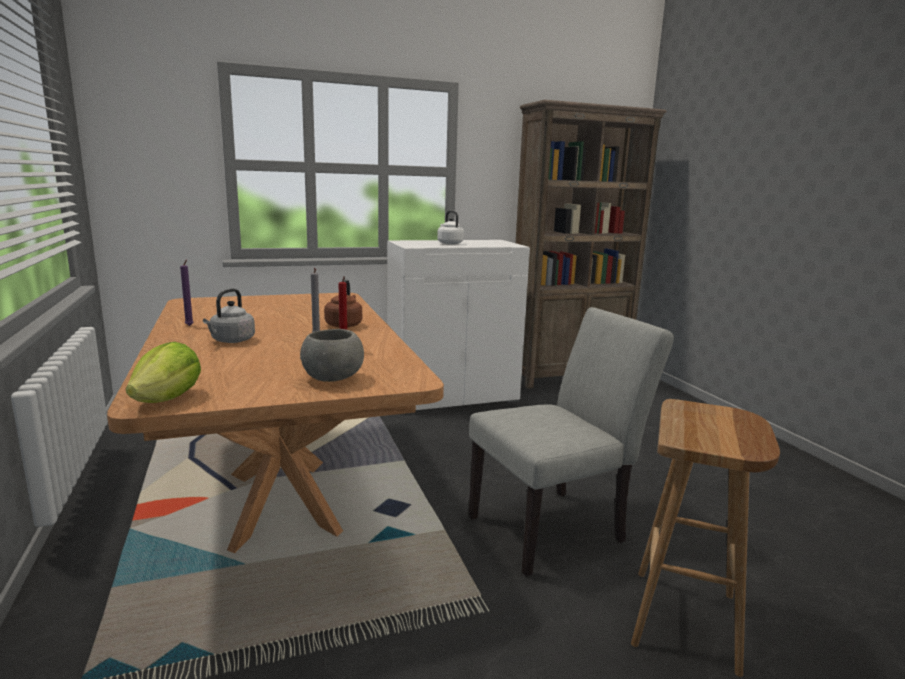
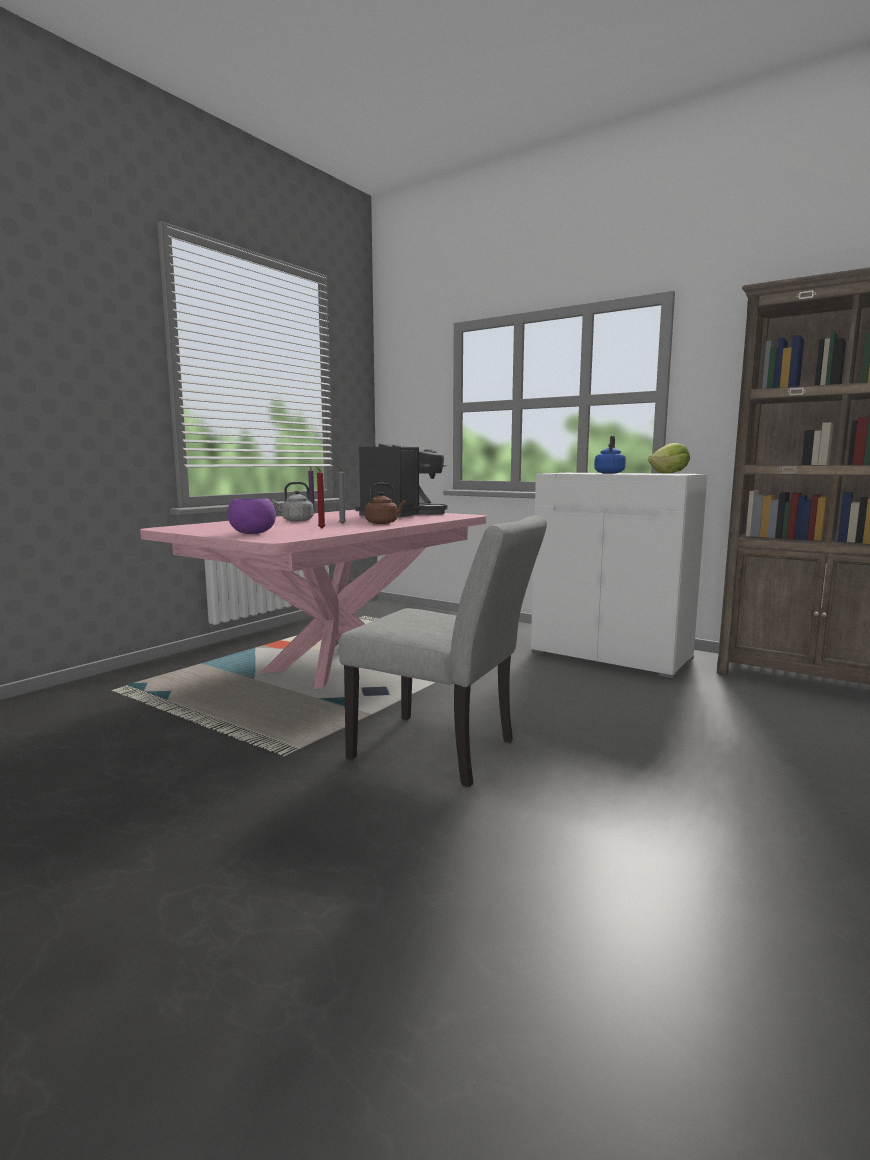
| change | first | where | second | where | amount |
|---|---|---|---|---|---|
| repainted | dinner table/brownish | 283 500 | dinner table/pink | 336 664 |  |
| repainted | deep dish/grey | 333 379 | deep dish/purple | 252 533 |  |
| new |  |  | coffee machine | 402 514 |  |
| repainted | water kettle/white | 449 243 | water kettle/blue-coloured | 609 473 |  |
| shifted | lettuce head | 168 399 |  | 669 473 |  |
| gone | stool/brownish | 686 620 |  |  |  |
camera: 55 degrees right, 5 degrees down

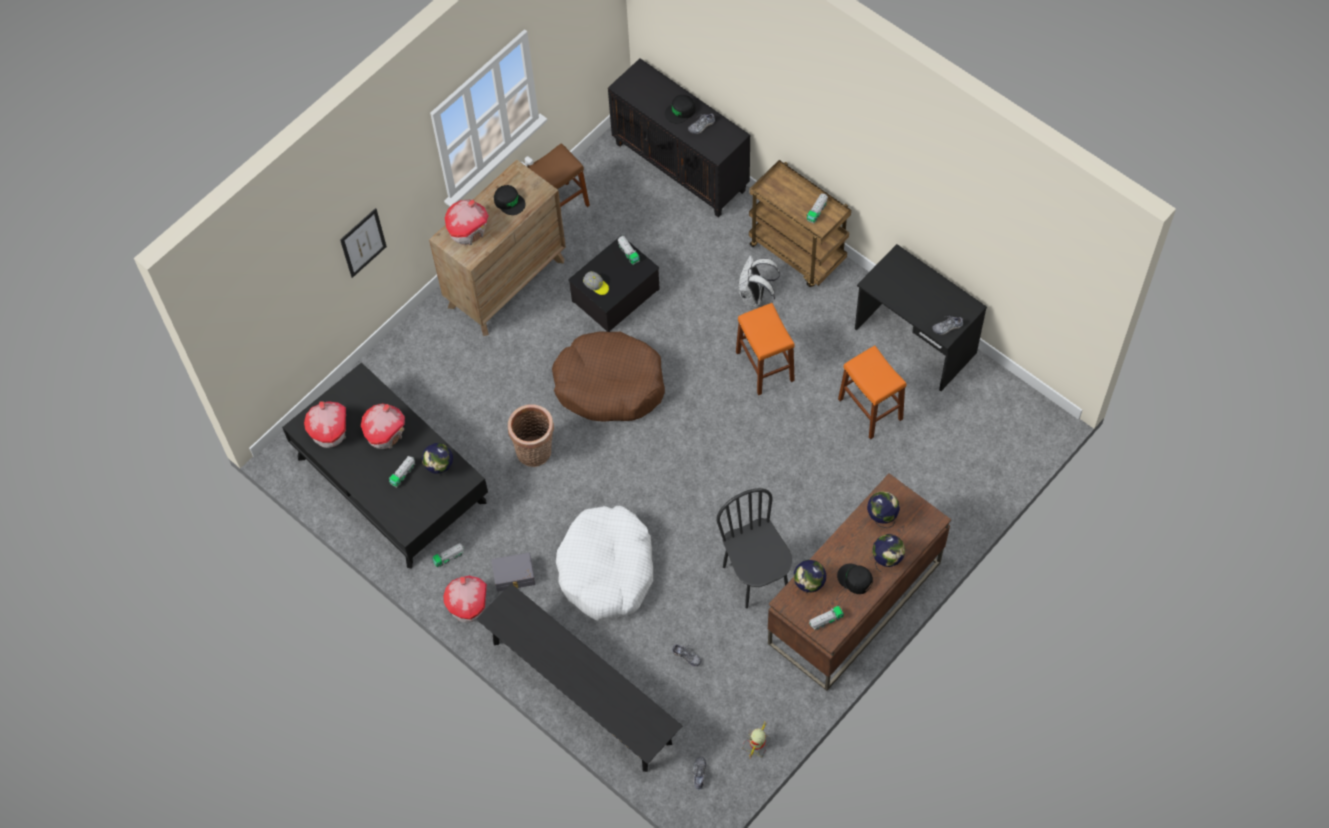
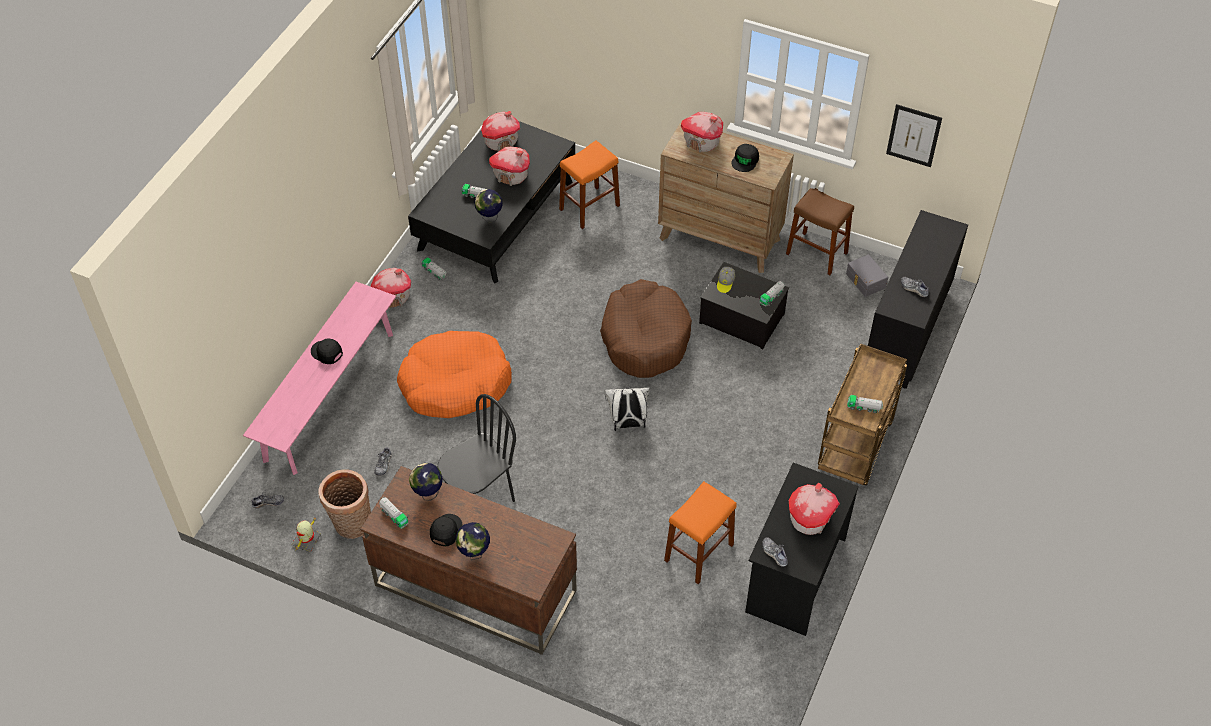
| change | first | where | second | where | amount |
|---|---|---|---|---|---|
| repainted | bench/black-coloured | 581 692 | bench/pink | 329 395 |  |
| rotated | toy robot | 756 744 |  | 307 541 | 75 degrees counterclockwise |
| shifted | cap/black-coloured | 680 111 |  | 327 352 |  |
| shifted | storage basket | 535 453 |  | 351 525 |  |
| repainted | dog bed/white | 607 569 | dog bed/orangey | 455 383 |  |
| shifted | stool/orangey | 765 366 |  | 589 207 |  |
| shifted | backpack/white | 755 297 |  | 627 424 |  |
| new |  |  | miniature house | 810 519 |  |
| shifted | storage container/grey | 514 576 |  | 865 281 |  |
| shifted | wall art | 363 242 |  | 913 135 |  |
| gone | desk globe | 881 518 |  |  |  |
camera: 70 degrees right, 10 degrees down

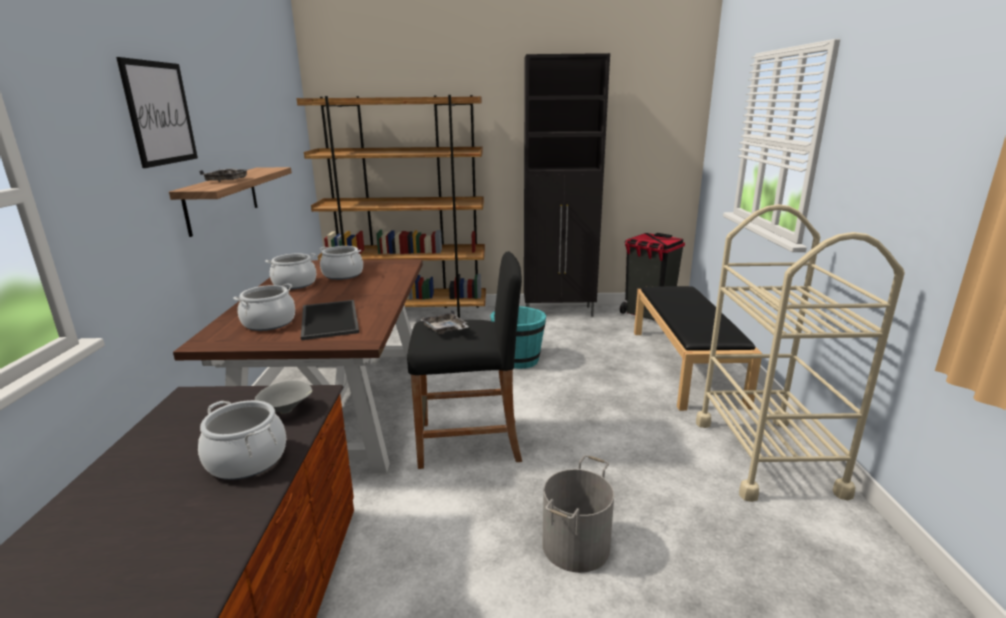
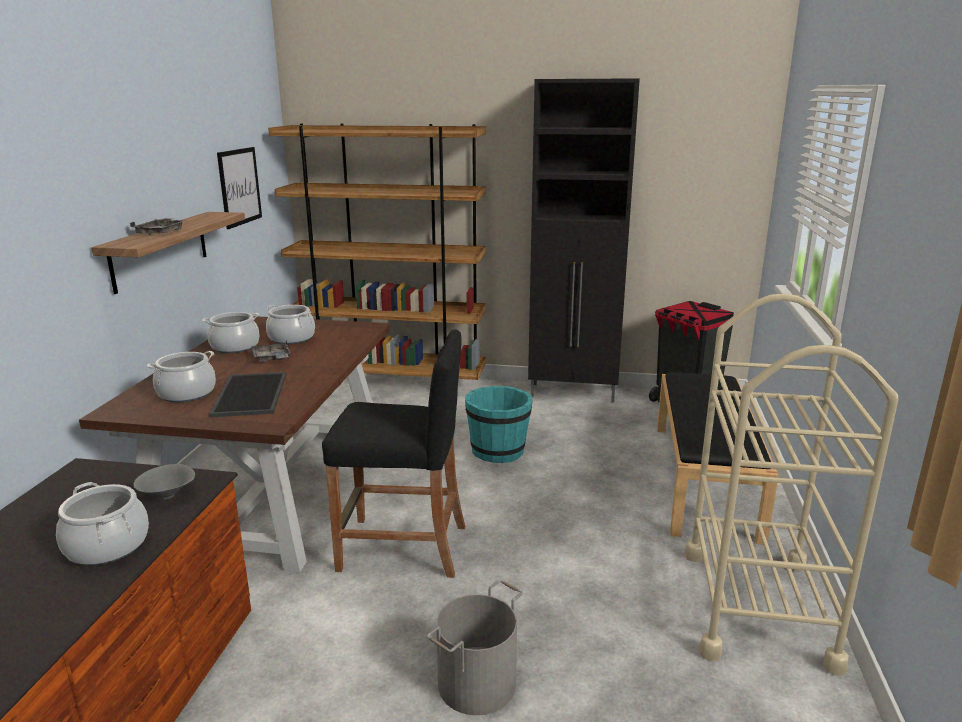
| change | first | where | second | where | amount |
|---|---|---|---|---|---|
| shifted | wall art | 160 113 |  | 239 186 |  |
| shifted | serving tray/grey | 445 330 |  | 272 359 |  |
camera: 10 degrees right, 0 degrees up

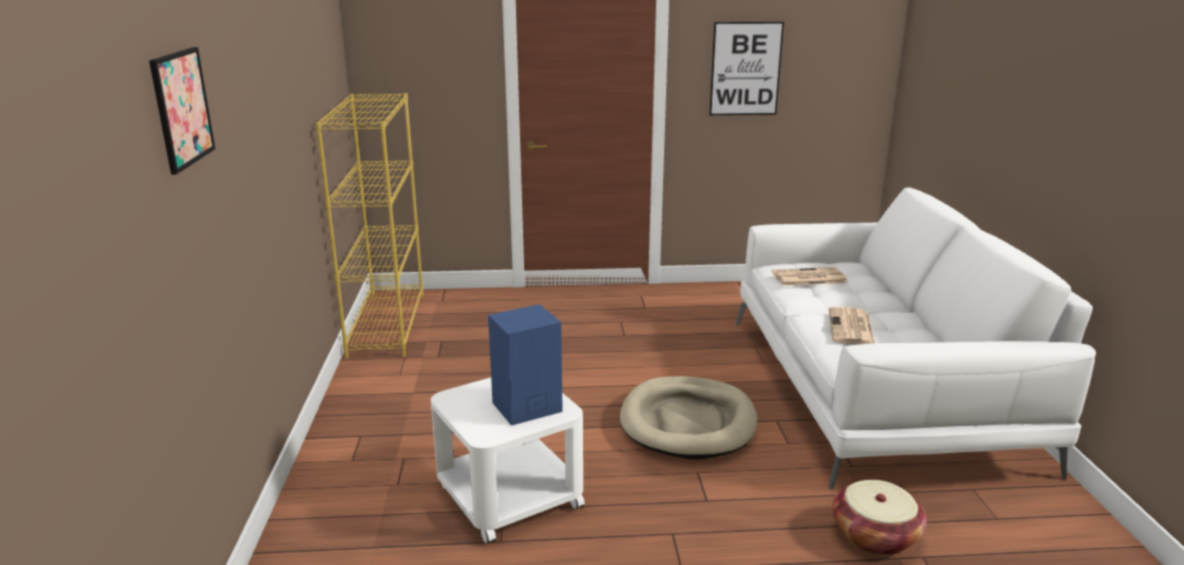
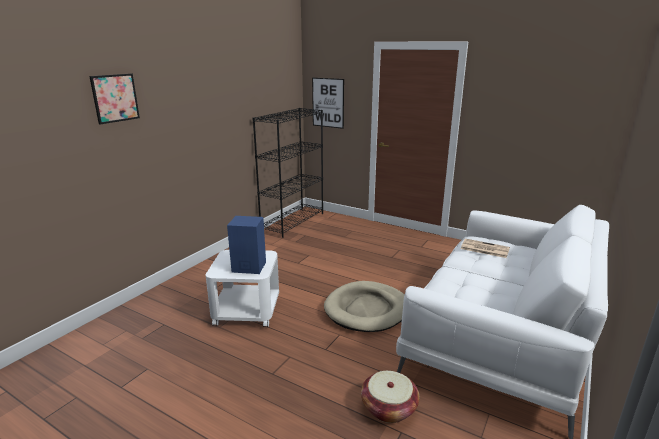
| change | first | where | second | where | amount |
|---|---|---|---|---|---|
| repainted | bookcase/yellowish | 386 324 | bookcase/black-coloured | 293 222 |  |
| shifted | wall art | 745 69 |  | 328 103 |  |
| gone | daily paper | 851 328 |  |  |  |
camera: 35 degrees right, 0 degrees up

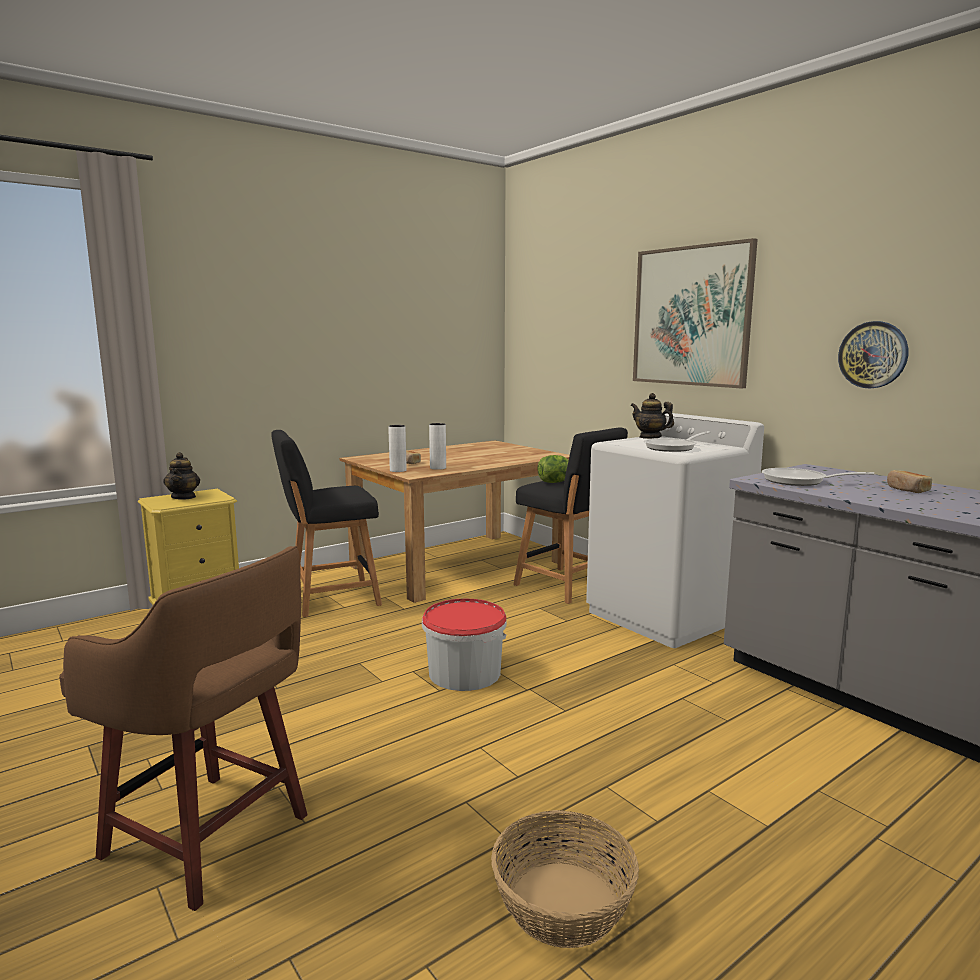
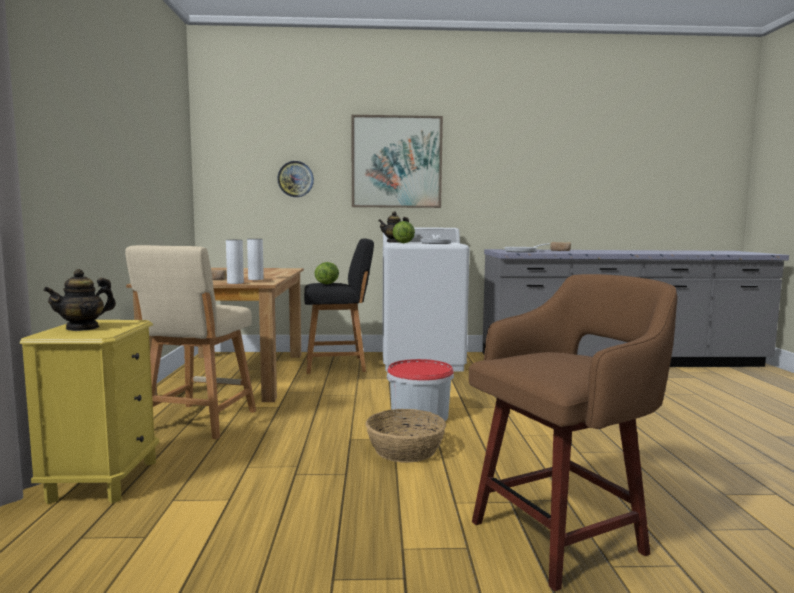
| change | first | where | second | where | amount |
|---|---|---|---|---|---|
| rotated | pot for tea | 184 497 |  | 83 328 | 105 degrees clockwise |
| repainted | stool/black-coloured | 330 598 | stool/sand-coloured | 198 423 |  |
| shifted | hanging clock | 873 355 |  | 295 179 |  |
| shifted | storage basket | 563 902 |  | 405 450 |  |
| new |  |  | lettuce head | 403 243 |  |
camera: 55 degrees left, 5 degrees down

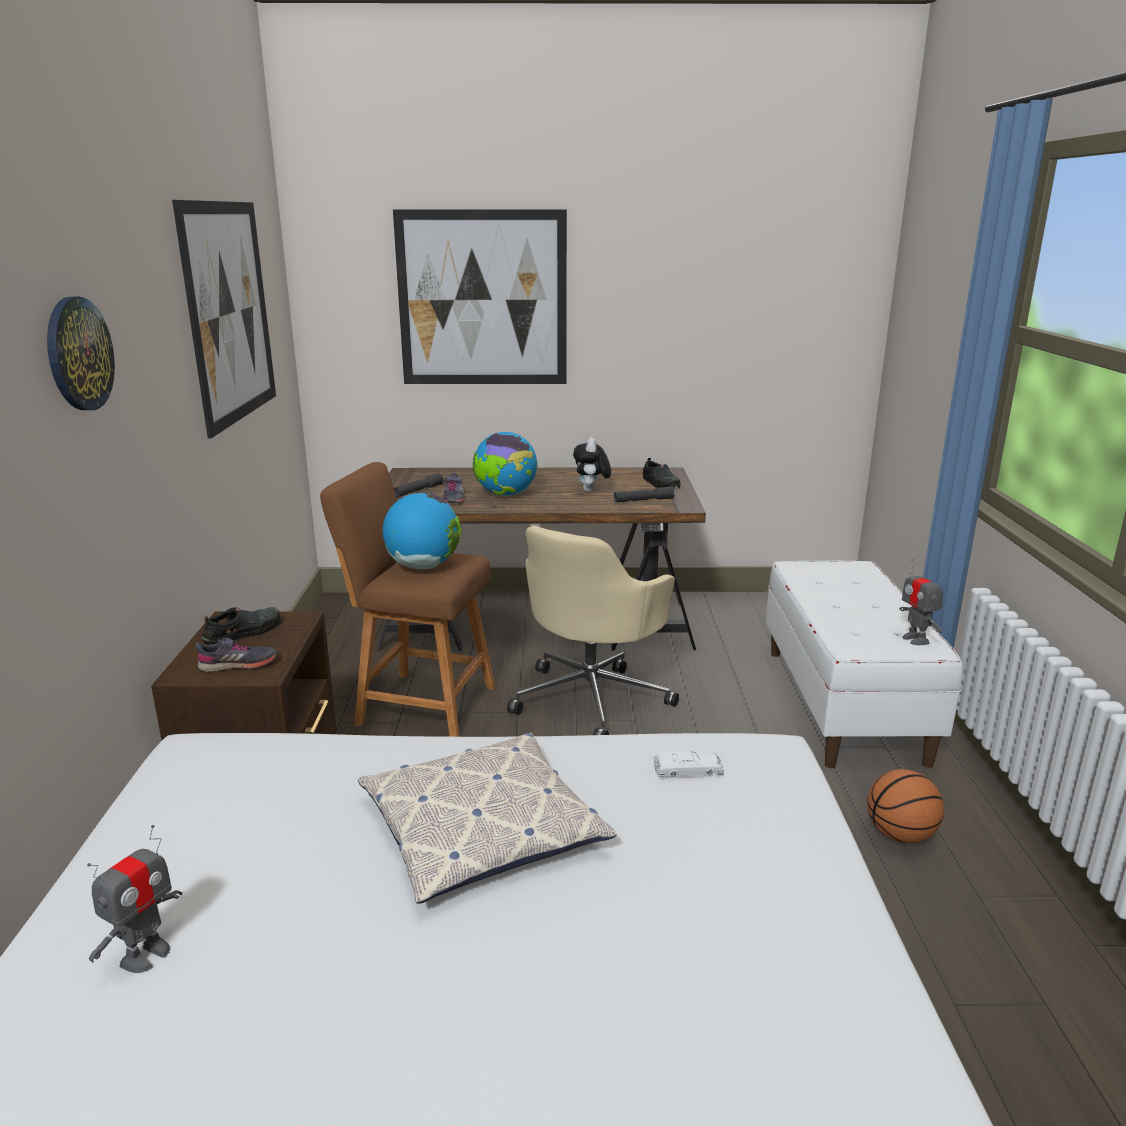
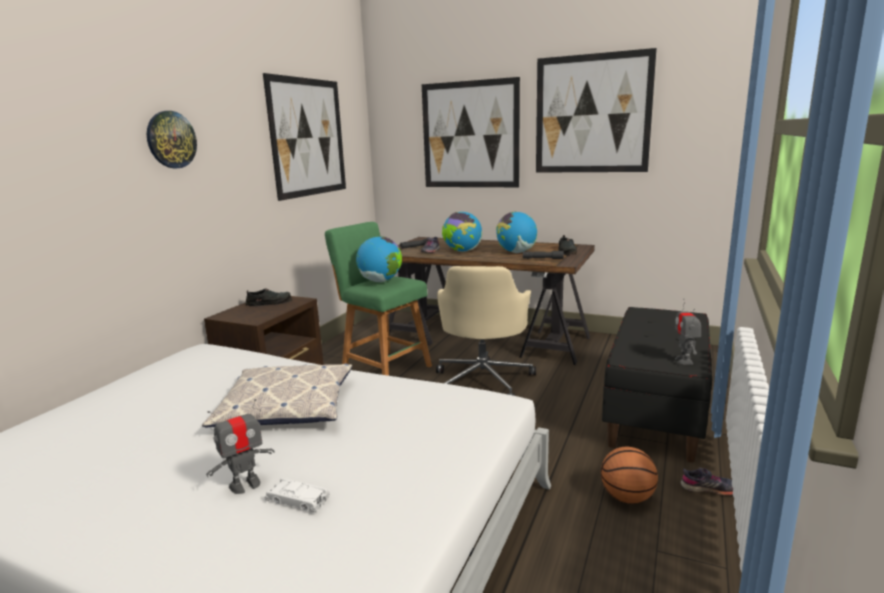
| change | first | where | second | where | amount |
|---|---|---|---|---|---|
| shifted | toy robot | 146 955 |  | 245 485 |  |
| shifted | toy car/white | 688 769 |  | 297 499 |  |
| repainted | stool/brownish | 420 704 | stool/green-coloured | 383 368 |  |
| rotated | desk chair/sand-coloured | 592 698 |  | 483 380 | 45 degrees counterclockwise |
| swapped | plush toy | 591 491 | desk globe | 516 252 |  |
| new |  |  | wall art | 592 114 |  |
| repainted | bench/white | 844 704 | bench/black-coloured | 656 411 |  |
| shifted | low shoe/grey | 238 665 |  | 709 489 |  |
camera: 25 degrees right, 5 degrees down

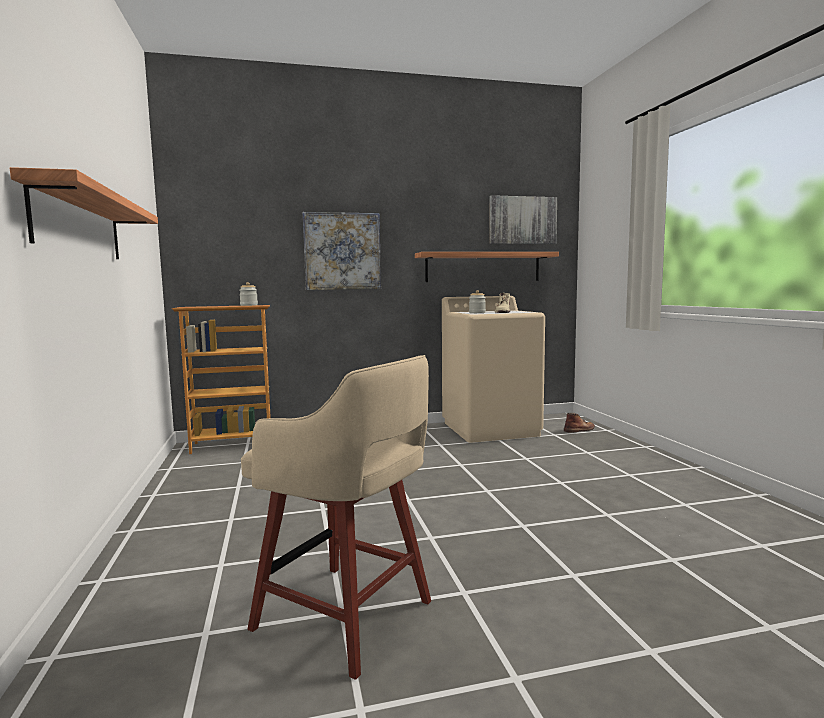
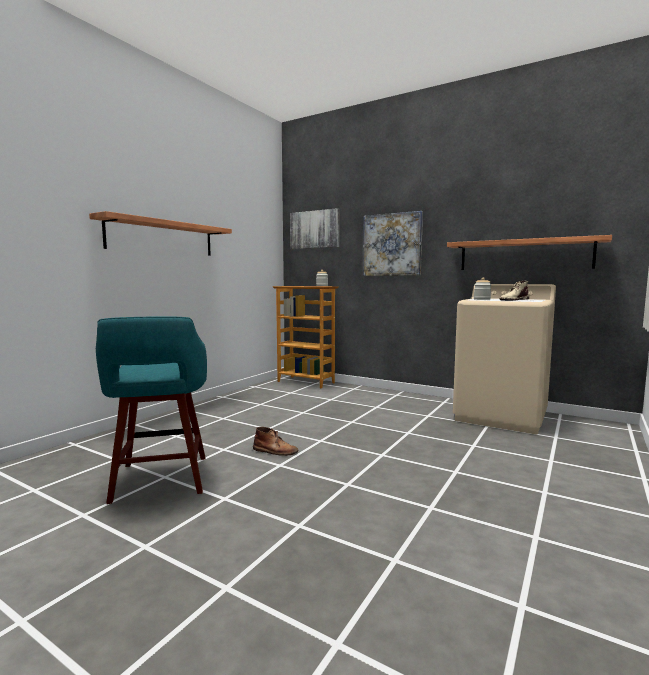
| change | first | where | second | where | amount |
|---|---|---|---|---|---|
| repainted | stool/sand-coloured | 347 617 | stool/turquoise-coloured | 160 480 |  |
| shifted | high-top boot/brownish | 580 429 |  | 275 451 |  |
| shifted | wall art | 522 220 |  | 314 229 |  |
camera: 45 degrees right, 0 degrees up

